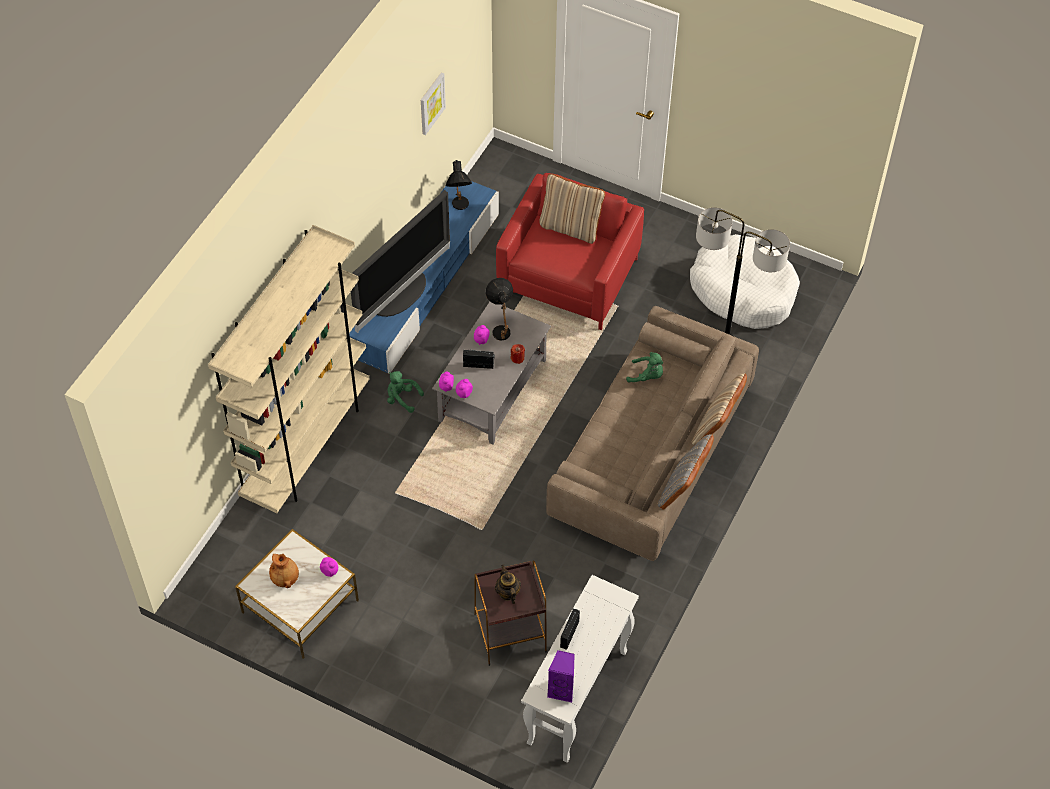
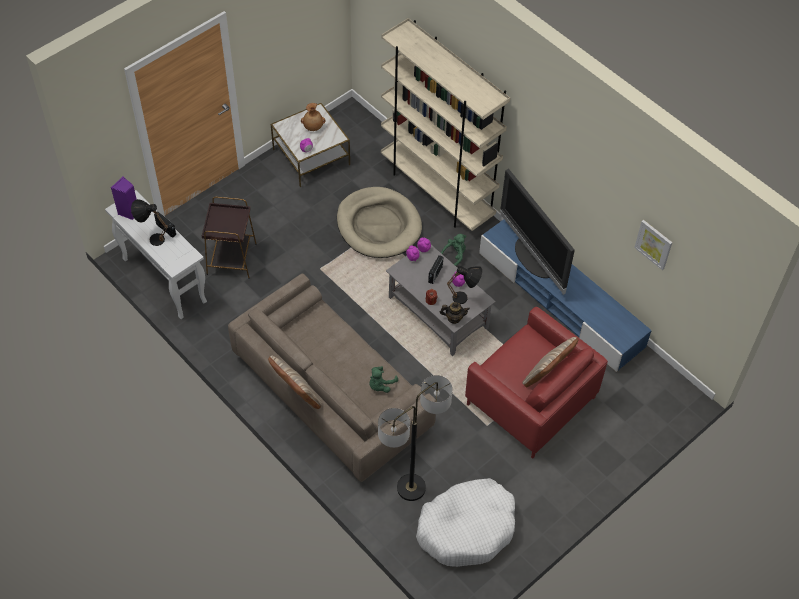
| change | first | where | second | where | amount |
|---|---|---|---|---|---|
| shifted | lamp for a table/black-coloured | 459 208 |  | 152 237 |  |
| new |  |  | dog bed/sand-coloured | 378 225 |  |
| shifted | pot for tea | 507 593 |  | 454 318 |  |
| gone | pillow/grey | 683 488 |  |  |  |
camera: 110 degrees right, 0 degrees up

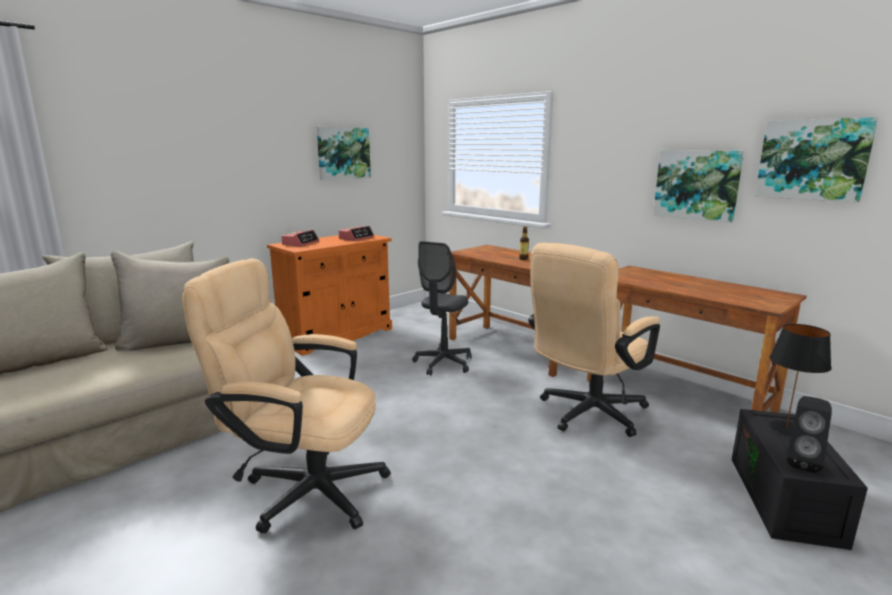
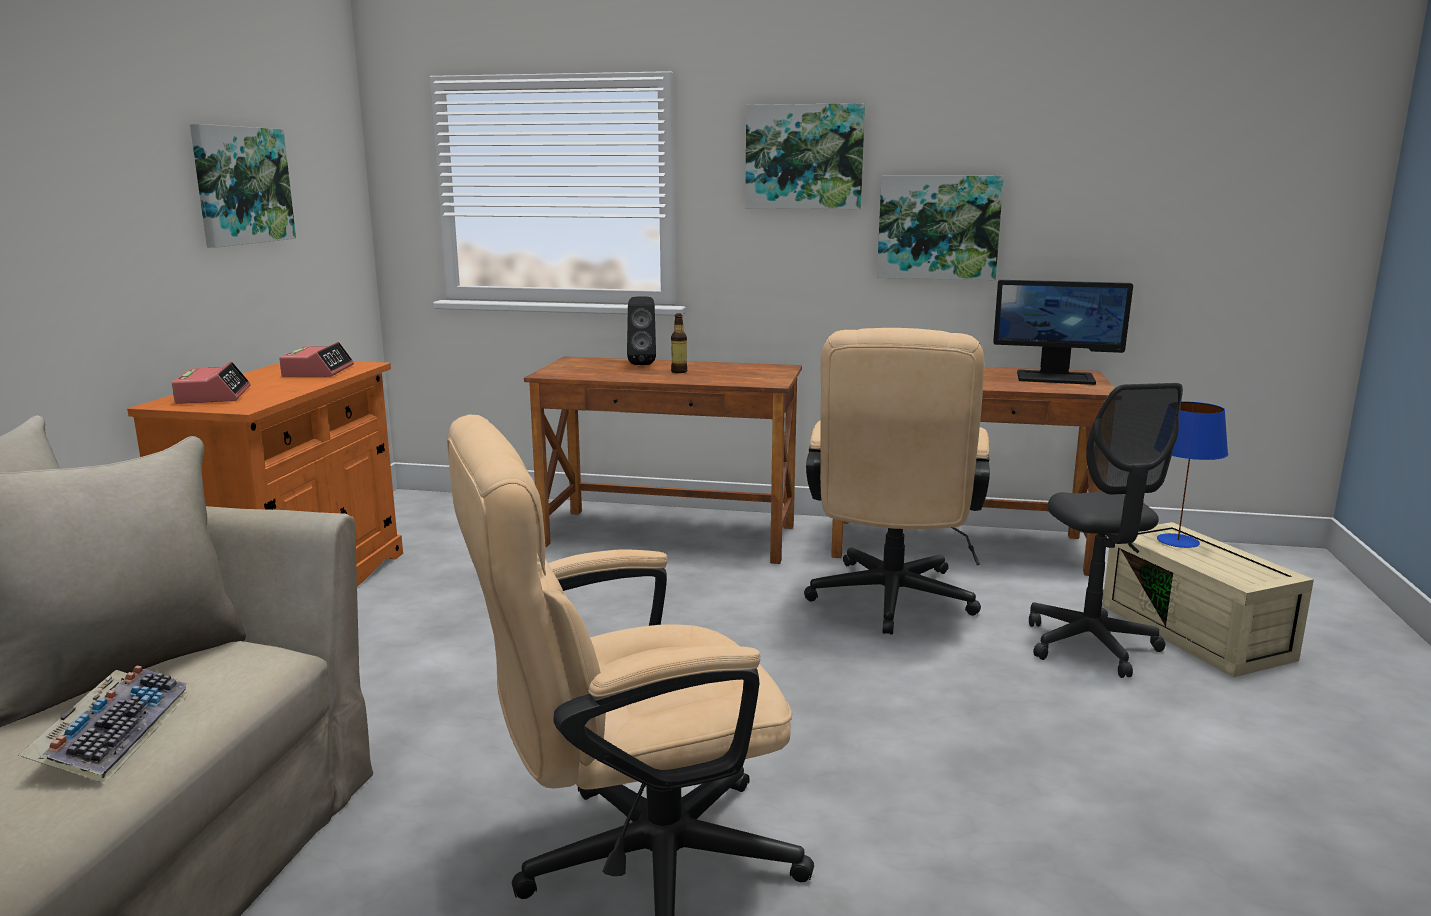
| change | first | where | second | where | amount |
|---|---|---|---|---|---|
| new |  |  | PC keyboard | 114 735 |  |
| shifted | speaker/black-coloured | 802 462 |  | 642 364 |  |
| shifted | wall art | 812 159 |  | 804 157 |  |
| new |  |  | computer display | 1055 377 |  |
| shifted | desk chair/grey | 443 364 |  | 1090 645 |  |
| repainted | storage container/black-coloured | 787 500 | storage container/sand-coloured | 1198 632 |  |
| repainted | lamp for a table/black-coloured | 786 428 | lamp for a table/blue-coloured | 1178 541 |  |
camera: 35 degrees left, 0 degrees up

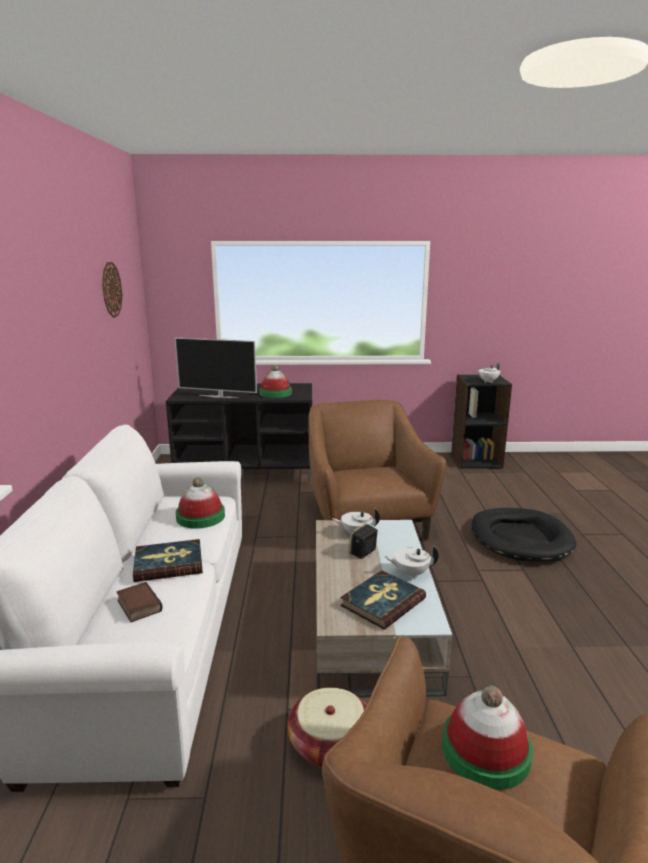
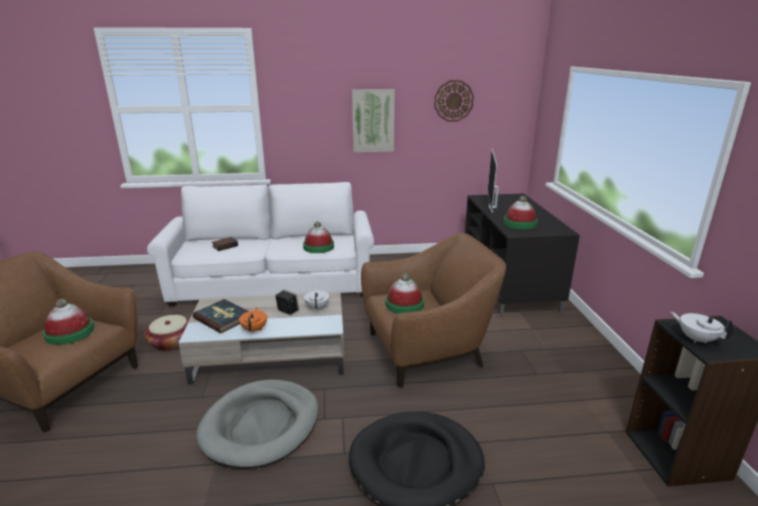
| change | first | where | second | where | amount |
|---|---|---|---|---|---|
| new |  |  | dog bed/grey | 261 425 |  |
| repainted | pot for tea/white | 410 573 | pot for tea/orangey | 255 329 |  |
| new |  |  | wall art | 373 121 |  |
| new |  |  | clothing hat | 404 304 |  |
| gone | book | 168 563 |  |  |  |
camera: 85 degrees right, 5 degrees up

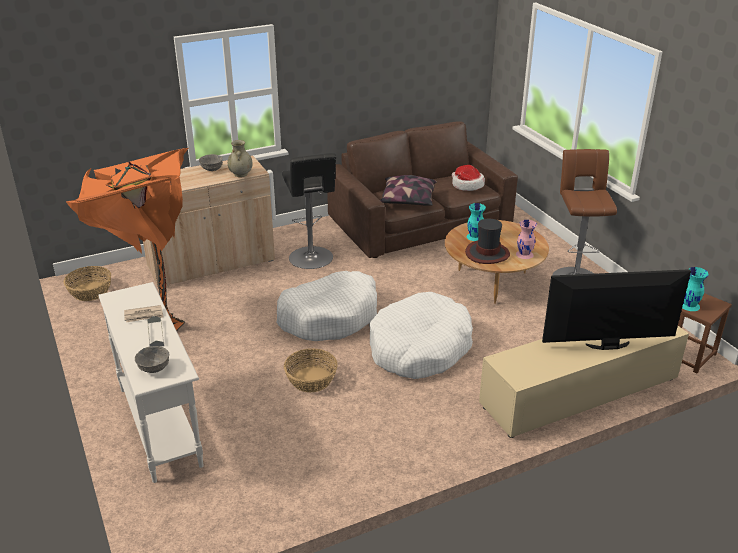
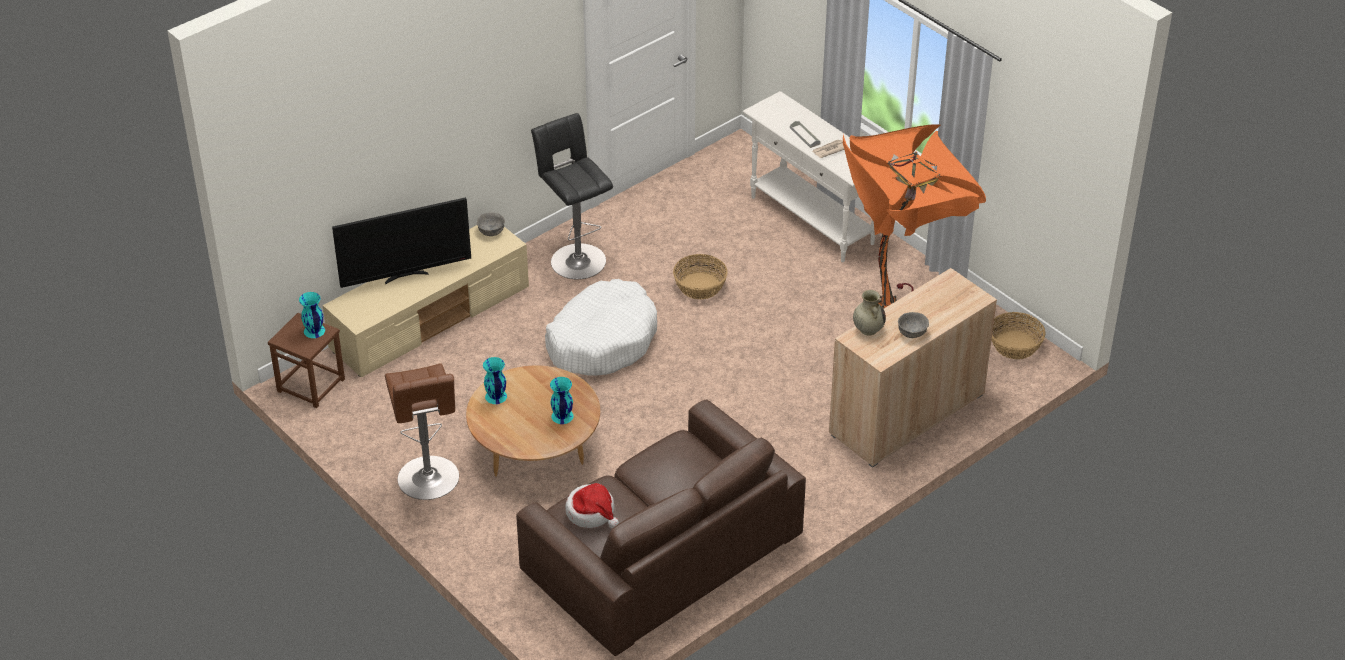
| change | first | where | second | where | amount |
|---|---|---|---|---|---|
| shifted | deep dish/grey | 153 368 |  | 491 231 |  |
| repainted | decorative vase/pink | 525 254 | decorative vase/turquoise-coloured | 495 396 |  |
| shifted | stool/black-coloured | 312 259 |  | 576 259 |  |
| gone | dog bed/white | 329 316 |  |  |  |
| gone | pillow | 408 200 |  |  |  |
| gone | clothing hat | 487 253 |  |  |  |
camera: 165 degrees right, 10 degrees up

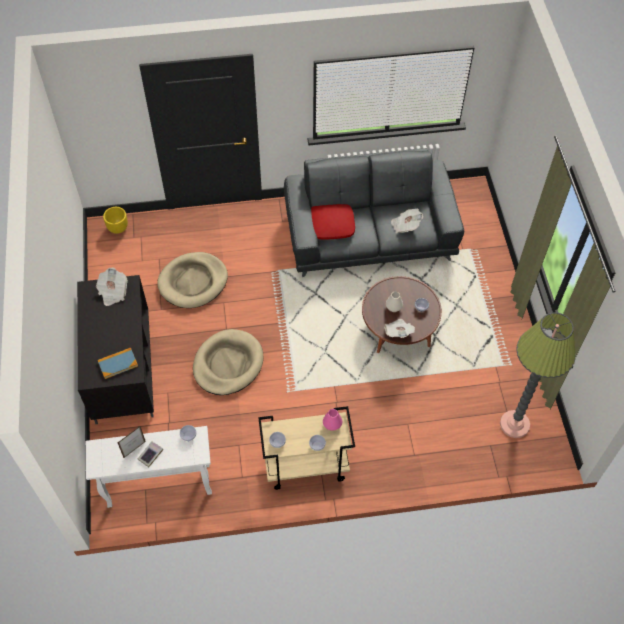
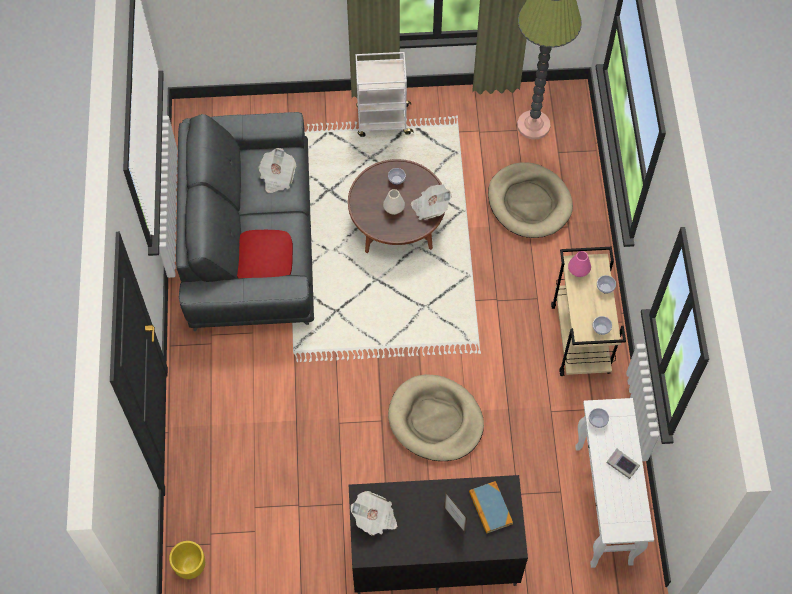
| change | first | where | second | where | amount |
|---|---|---|---|---|---|
| new |  |  | trolley/white | 382 121 |  |
| shifted | standing frame | 134 449 |  | 454 520 |  |
| shifted | dog bed/sand-coloured | 193 282 |  | 529 202 |  |
camera: 85 degrees left, 5 degrees up

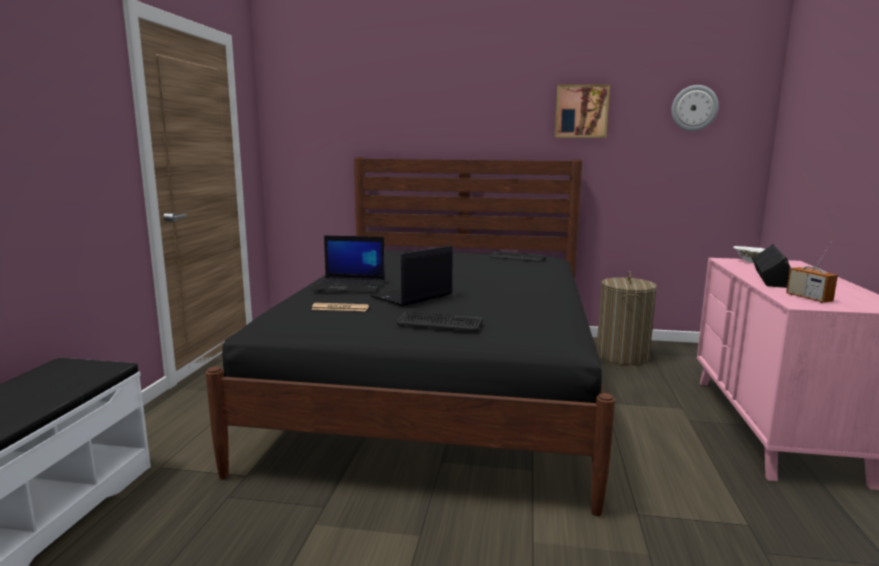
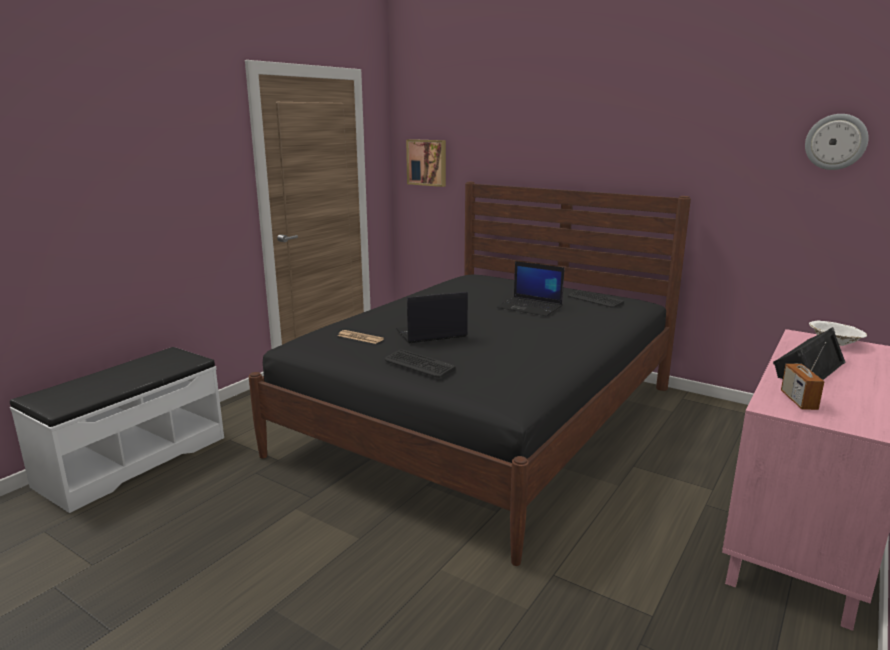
| change | first | where | second | where | amount |
|---|---|---|---|---|---|
| shifted | wall art | 581 111 |  | 427 162 |  |
| shifted | notebook computer | 350 286 |  | 531 307 |  |
| gone | laundry basket | 622 356 |  |  |  |
camera: 25 degrees right, 5 degrees up

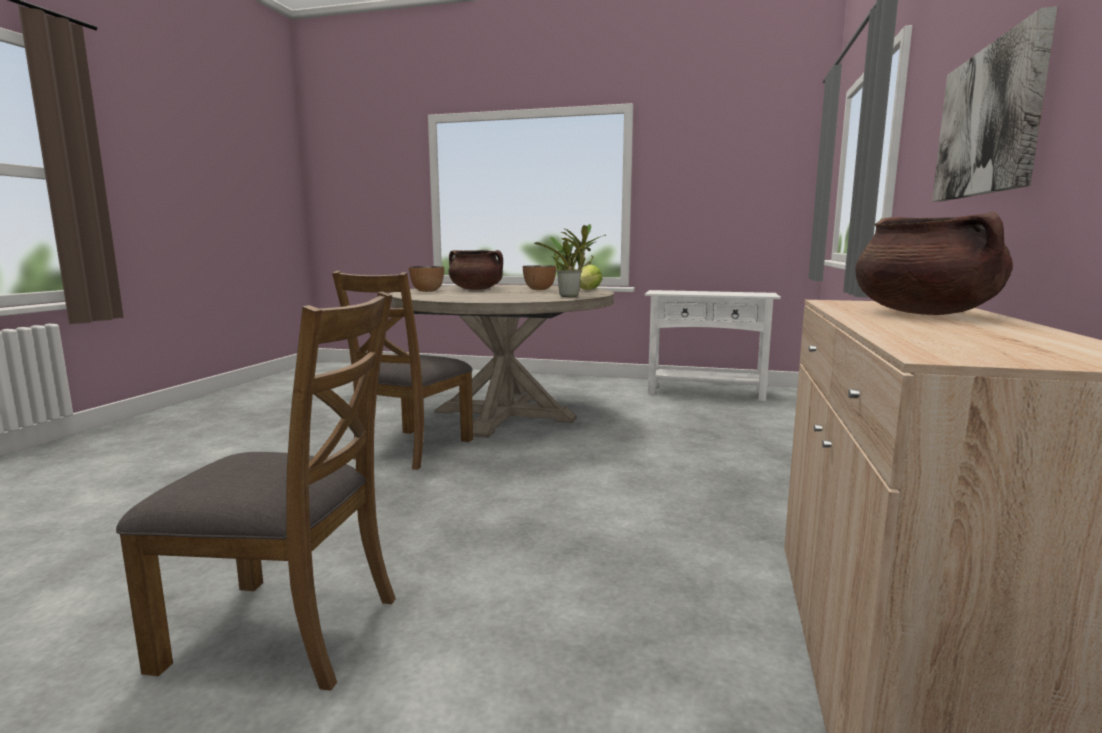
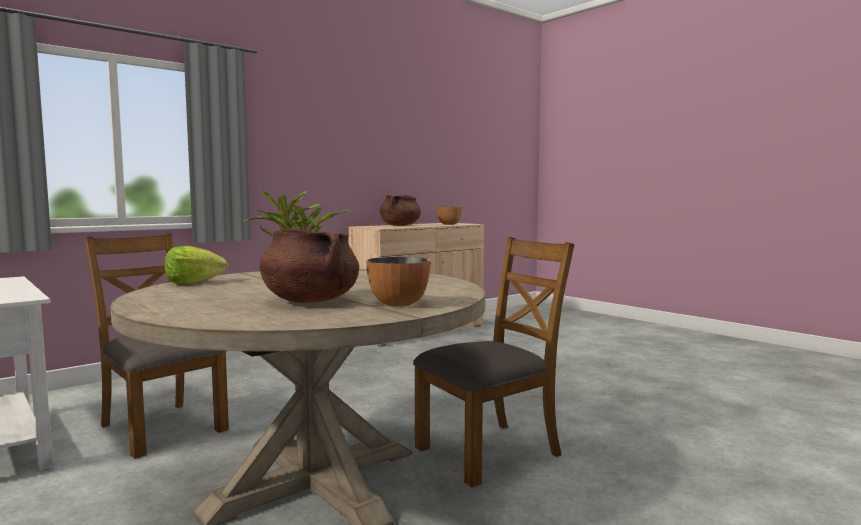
| change | first | where | second | where | amount |
|---|---|---|---|---|---|
| shifted | upright chair/brownish | 285 630 |  | 161 427 |  |
| shifted | deep dish | 539 289 |  | 449 224 |  |
| gone | wall art | 989 122 |  |  |  |
camera: 145 degrees left, 5 degrees down

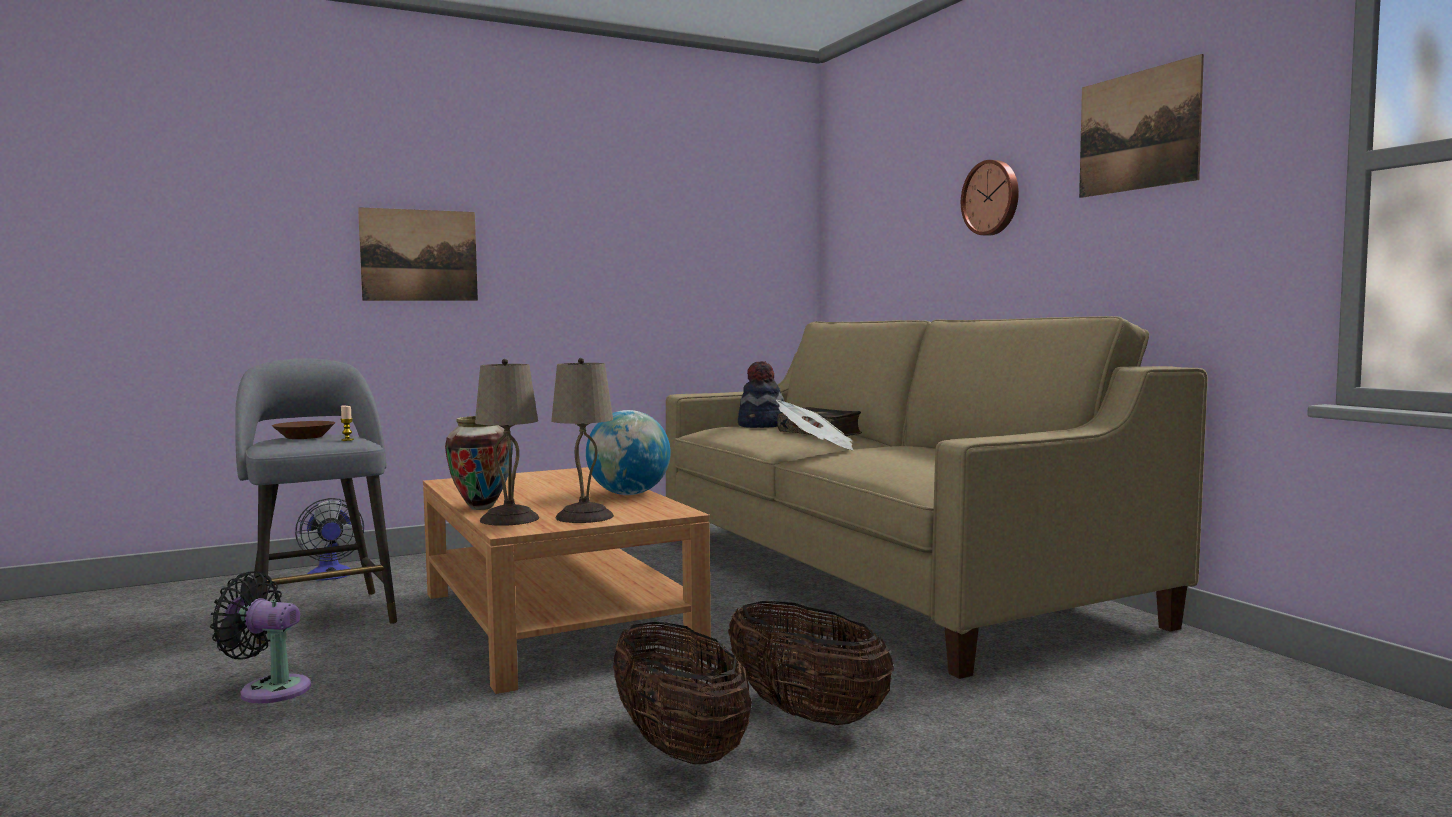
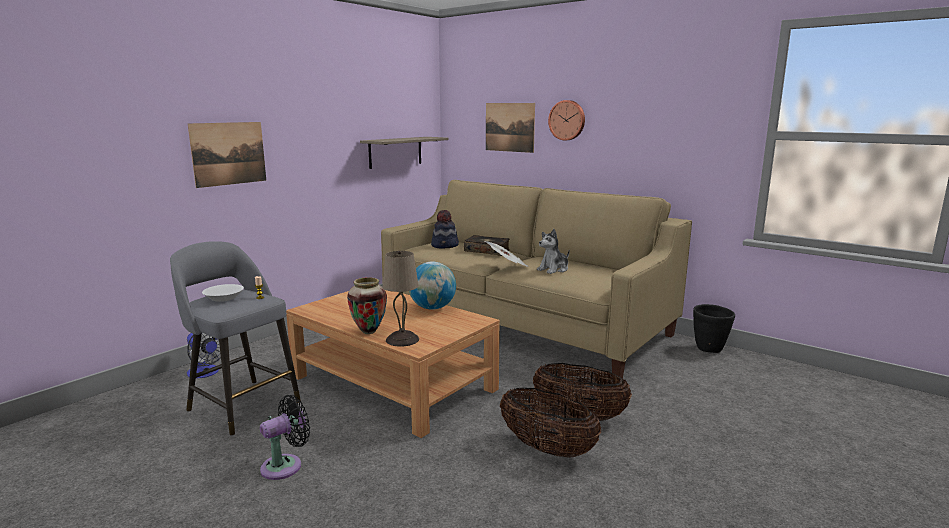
| change | first | where | second | where | amount |
|---|---|---|---|---|---|
| repainted | deep dish/brownish | 305 437 | deep dish/white | 224 298 |  |
| rotated | cooling fan/black-coloured | 269 689 |  | 285 465 | 150 degrees clockwise |
| new |  |  | bracket shelf | 395 152 |  |
| shifted | wall art | 1138 131 |  | 509 127 |  |
| new |  |  | plush toy | 553 269 |  |
| new |  |  | planter/black-coloured | 709 349 |  |
| gone | lamp for a table/sand-coloured | 586 516 |  |  |  |
camera: 25 degrees left, 10 degrees up

